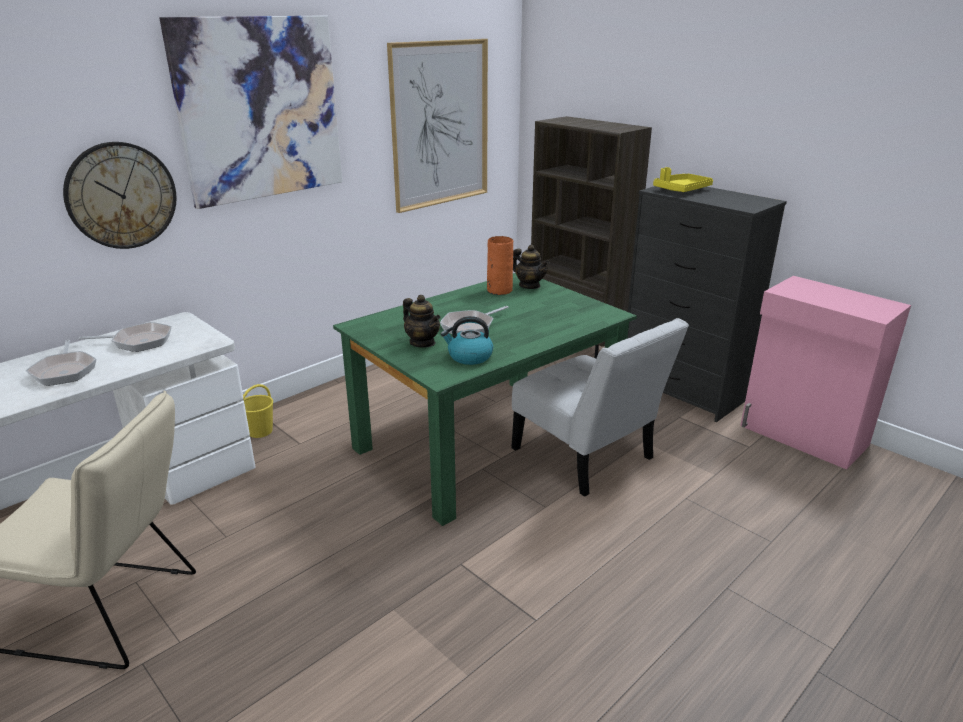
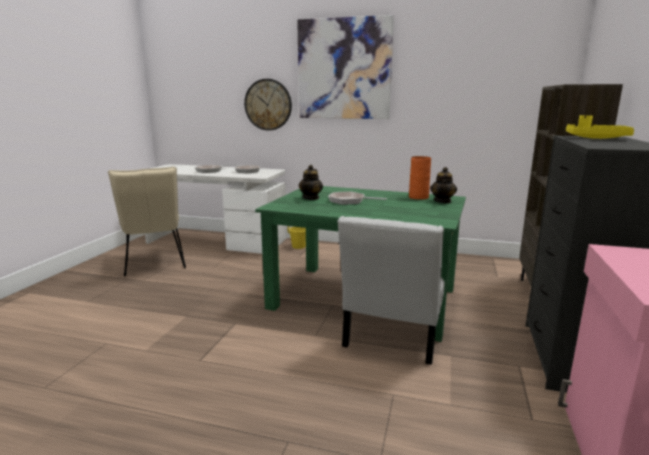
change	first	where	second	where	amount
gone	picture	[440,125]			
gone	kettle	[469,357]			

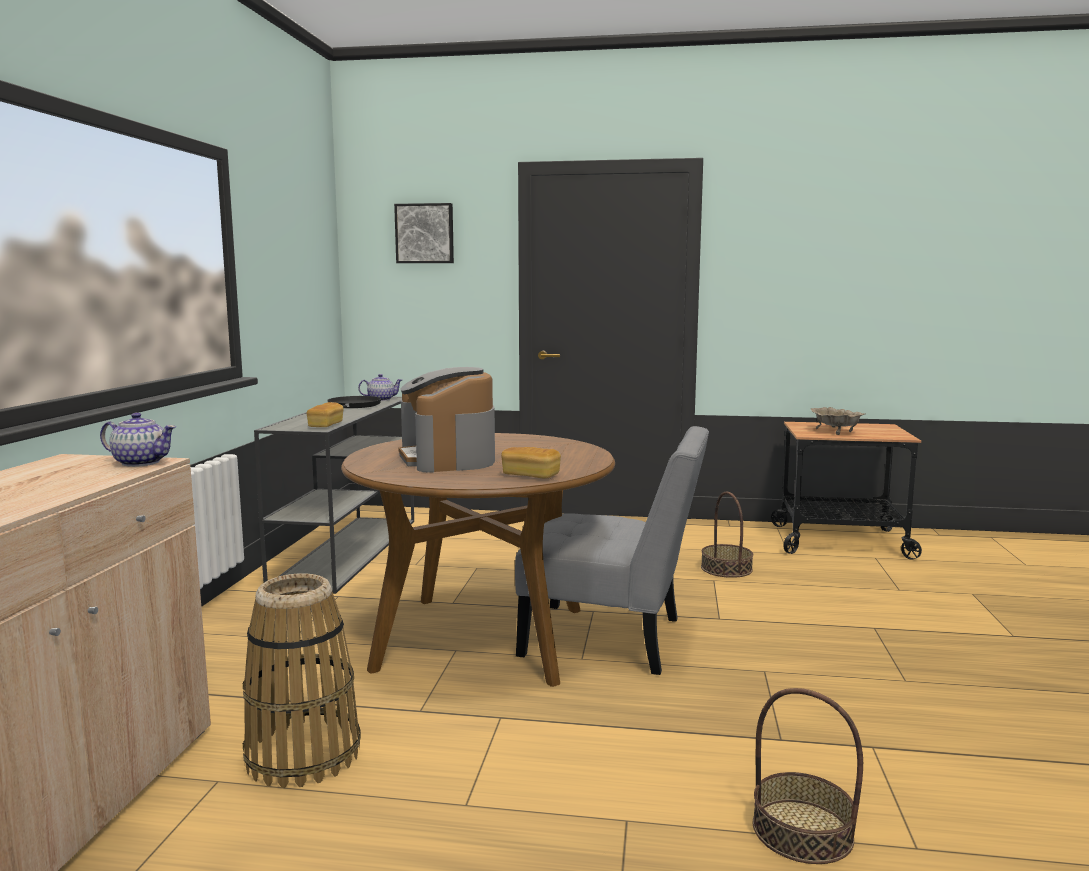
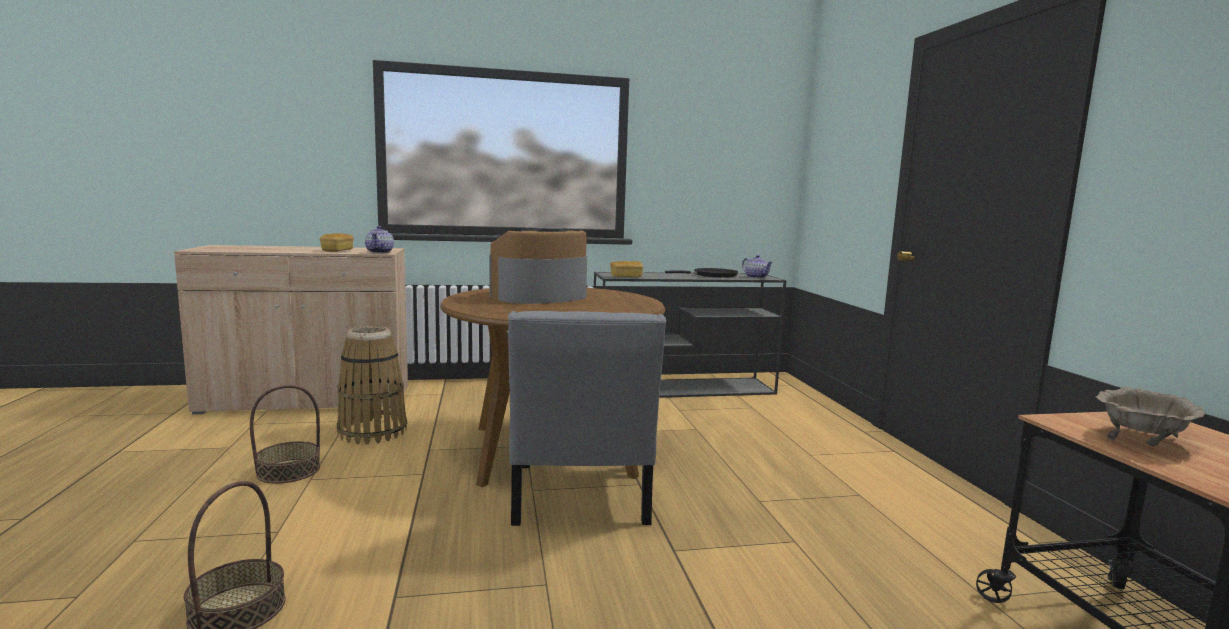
change	first	where	second	where	amount
gone	picture	[425,233]			
shifted	bread	[530,475]		[337,251]	
shifted	basket	[726,568]		[288,471]	

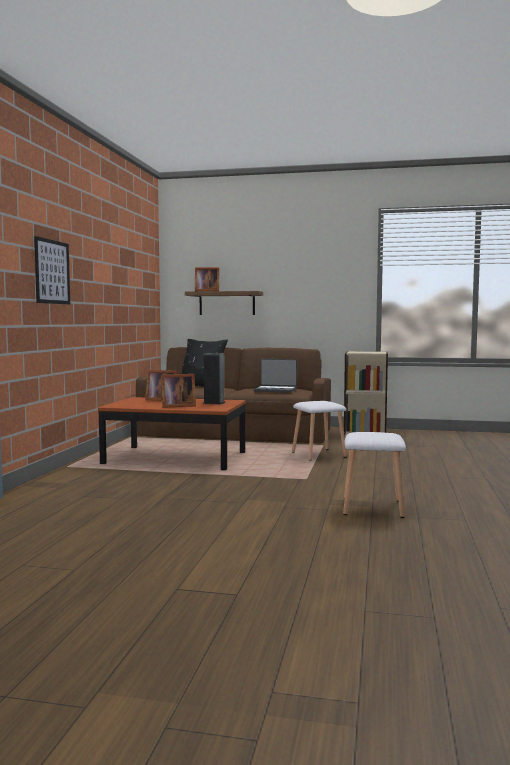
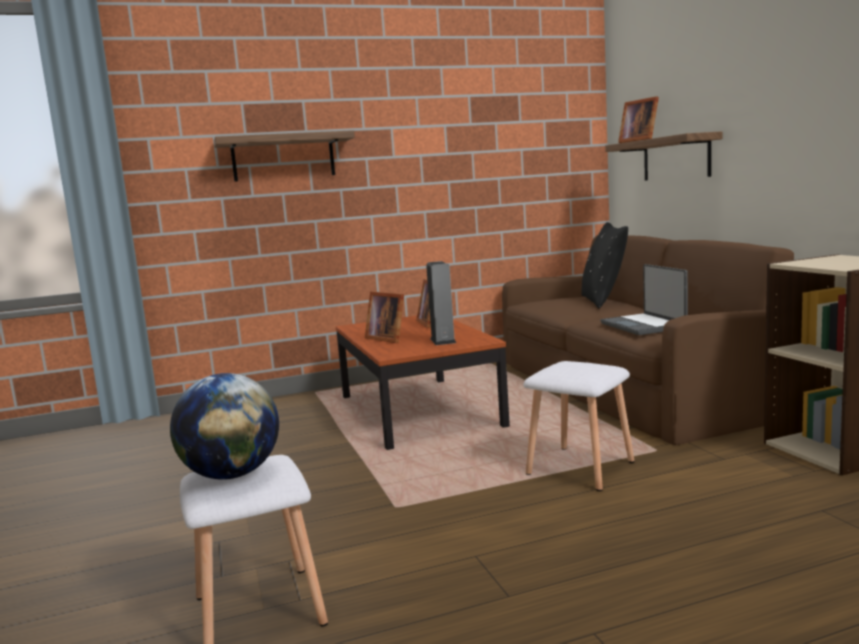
change	first	where	second	where	amount
new			globe	[232,475]	
swapped	picture	[52,272]	shelf	[283,157]	

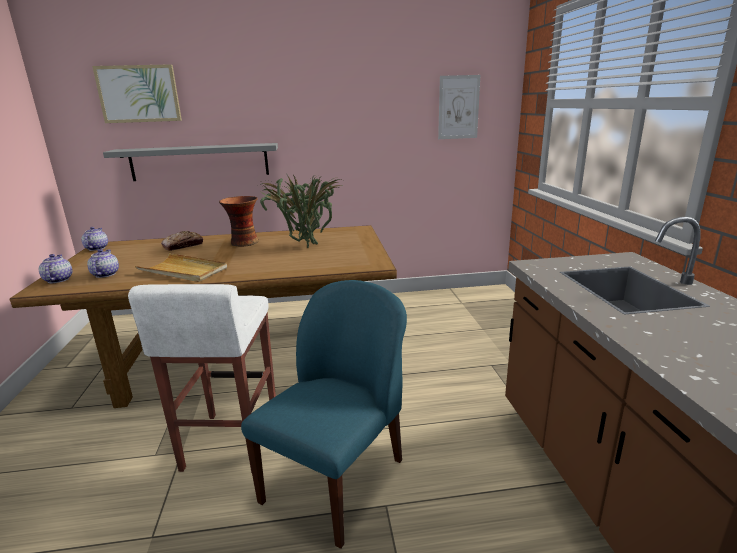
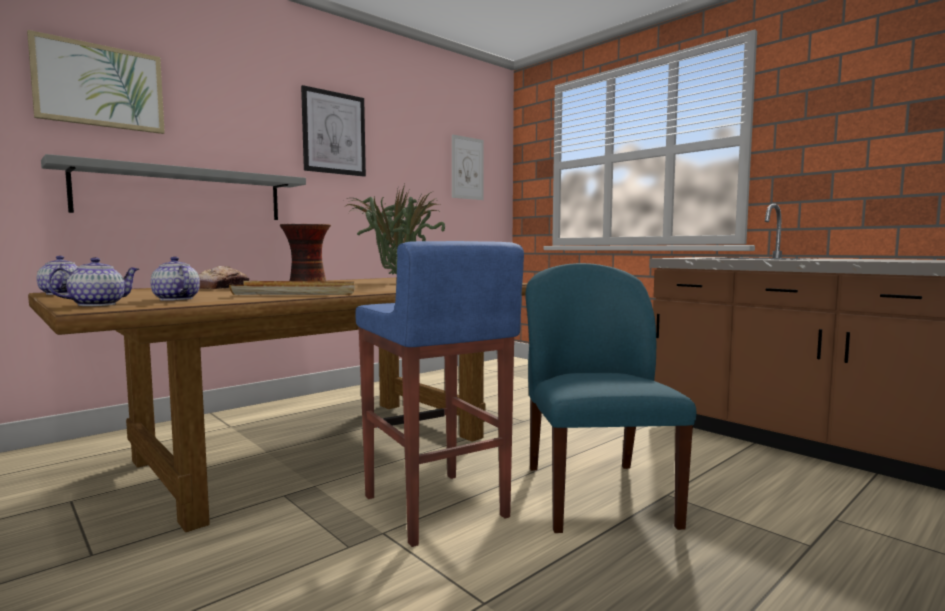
change	first	where	second	where	amount
new			picture	[334,133]	
repainted	white stool	[230,443]	blue stool	[434,507]	
rotated	teapot	[58,280]		[97,304]	90 degrees clockwise

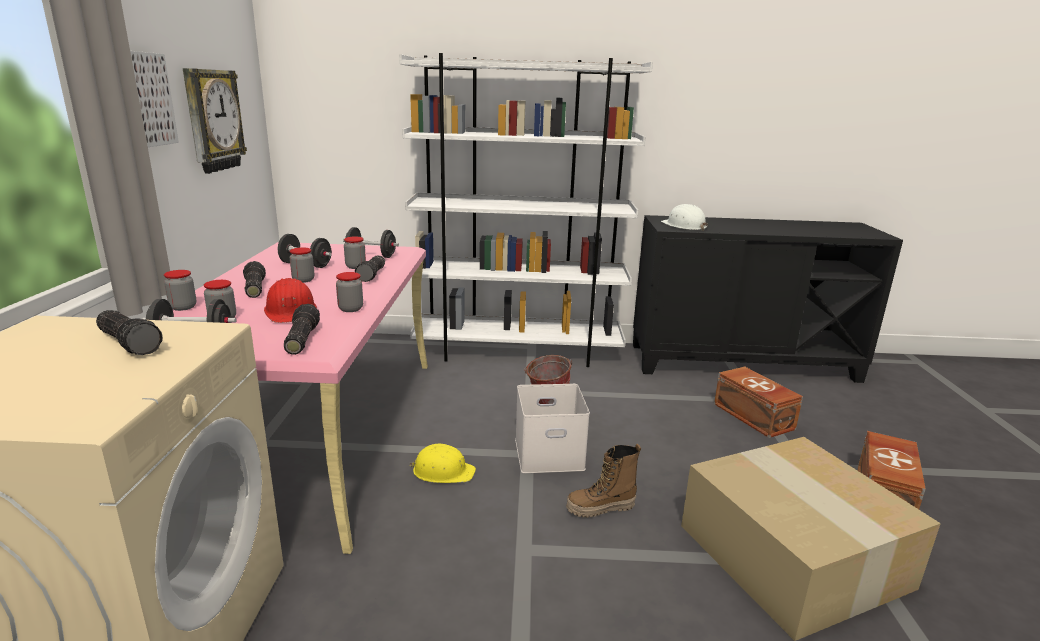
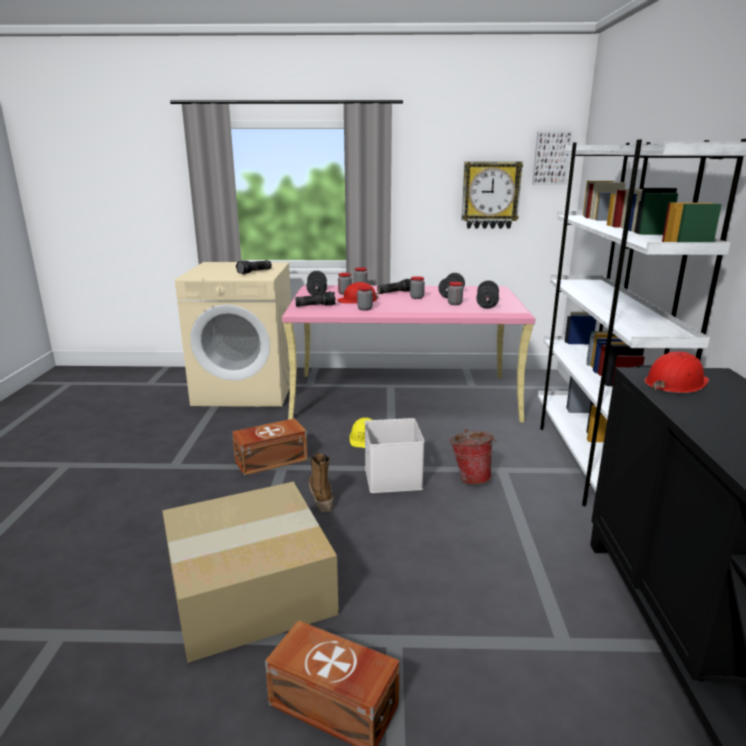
change	first	where	second	where	amount
gone	flashlight	[373,275]			
shifted	picture	[146,99]		[551,158]	
shifted	brown storage box	[753,417]		[270,460]	
repainted	white hard hat	[684,226]	red hard hat	[675,383]	

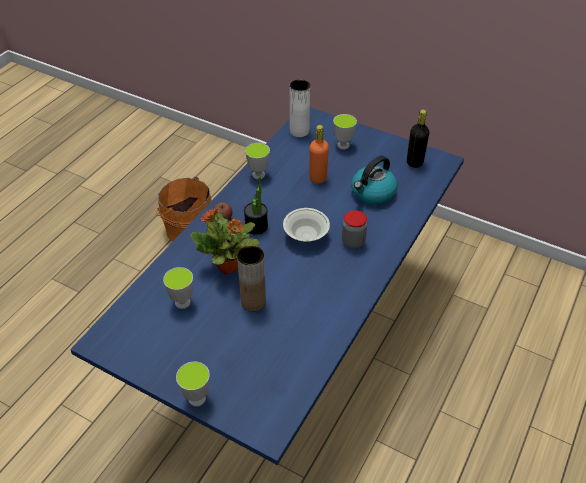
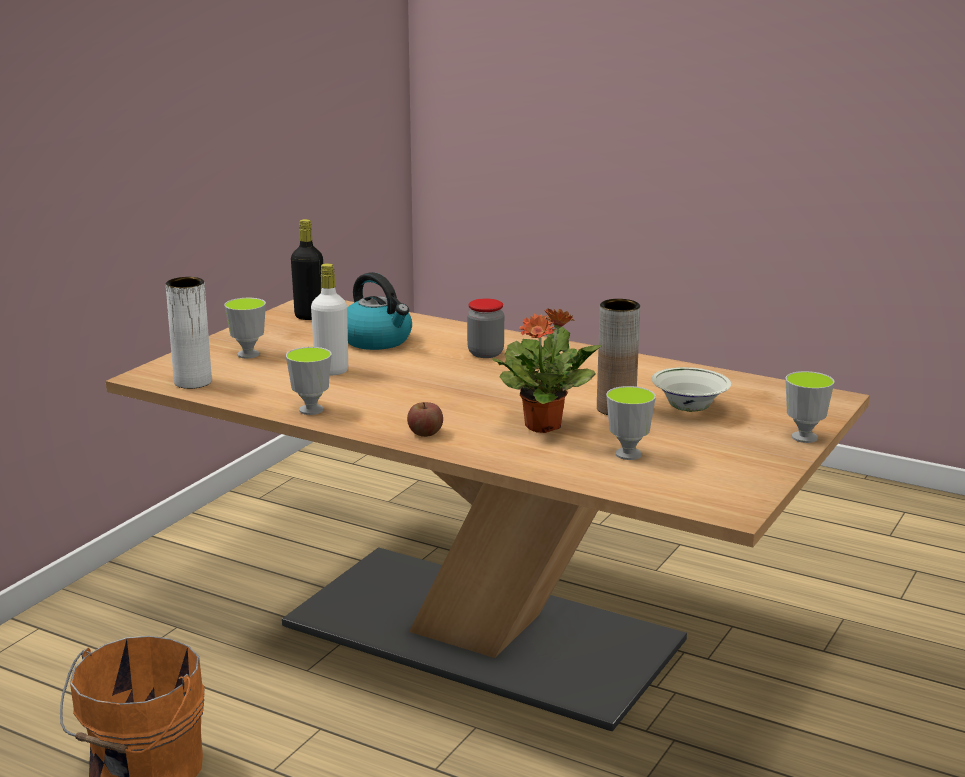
change	first	where	second	where	amount
gone	potted plant	[256,226]			
shifted	white bowl	[306,236]		[689,409]	
repainted	blue dining table	[293,343]	beige dining table	[482,635]	
repainted	orange bottle	[318,178]	white bottle	[331,371]	

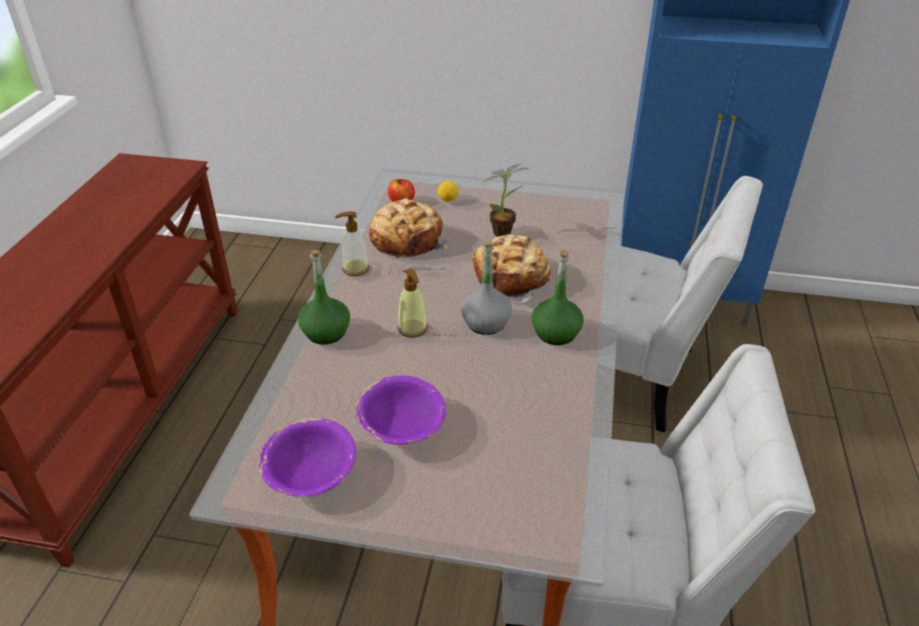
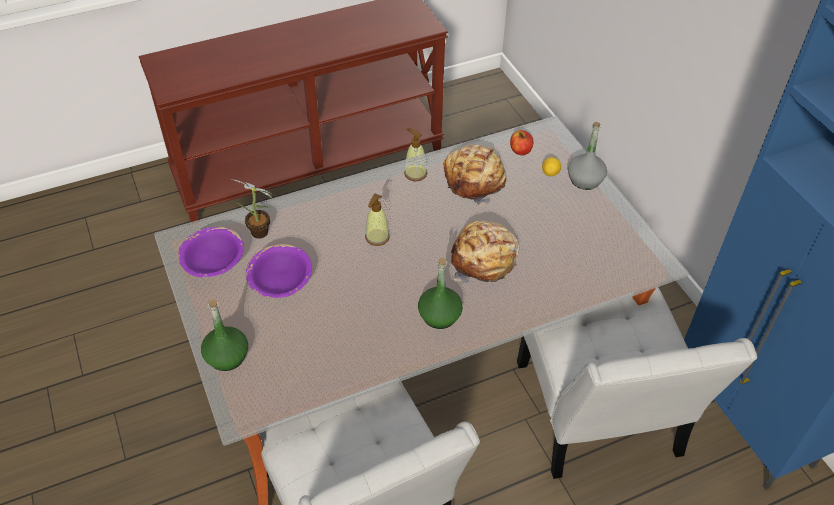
change	first	where	second	where	amount
shifted	green bottle	[326,332]		[227,357]	
shifted	grey bottle	[485,323]		[585,180]	
shifted	potted plant	[505,232]		[261,234]	

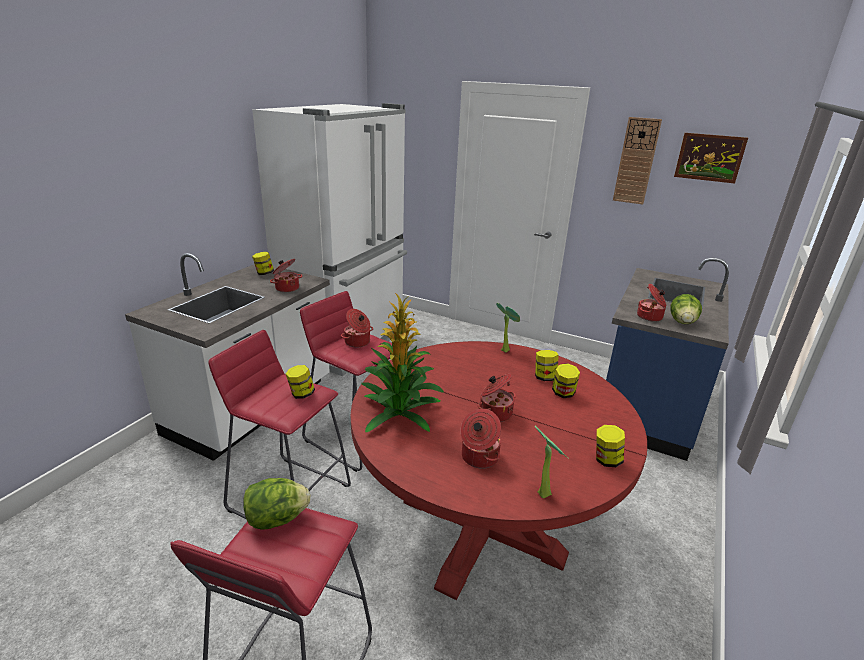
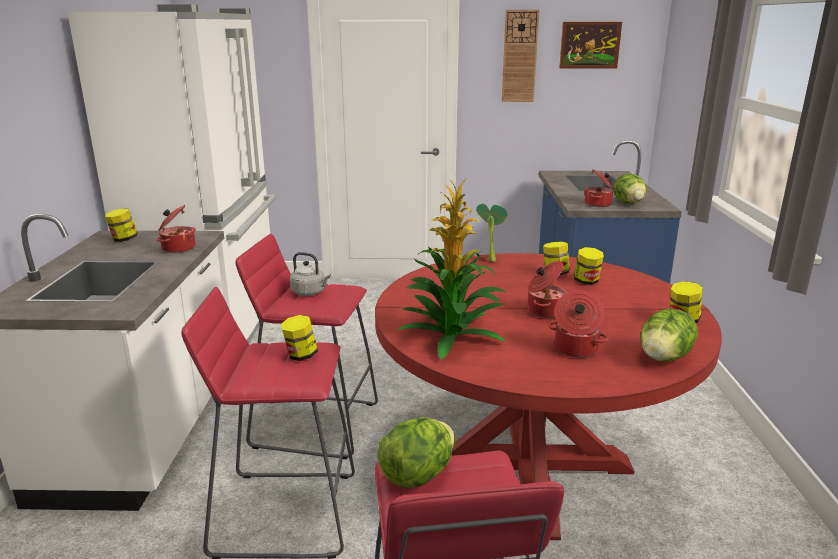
change	first	where	second	where	amount
swapped	cooking pot	[357,342]	grey kettle	[310,292]	
swapped	potted plant	[544,492]	lettuce	[664,358]	

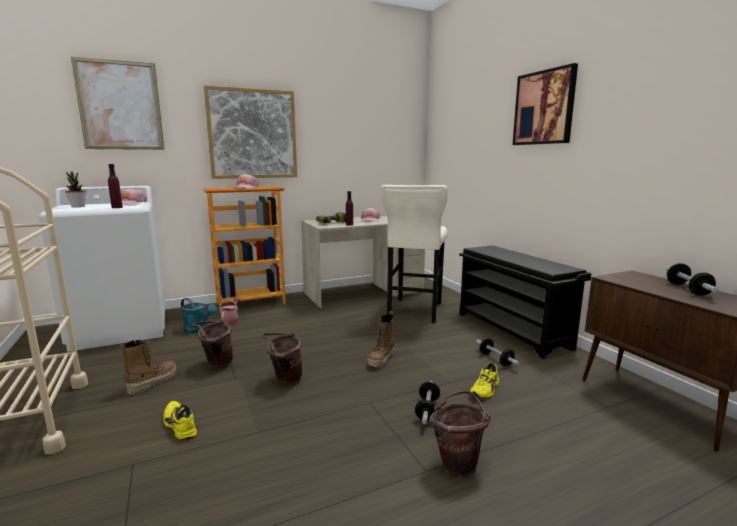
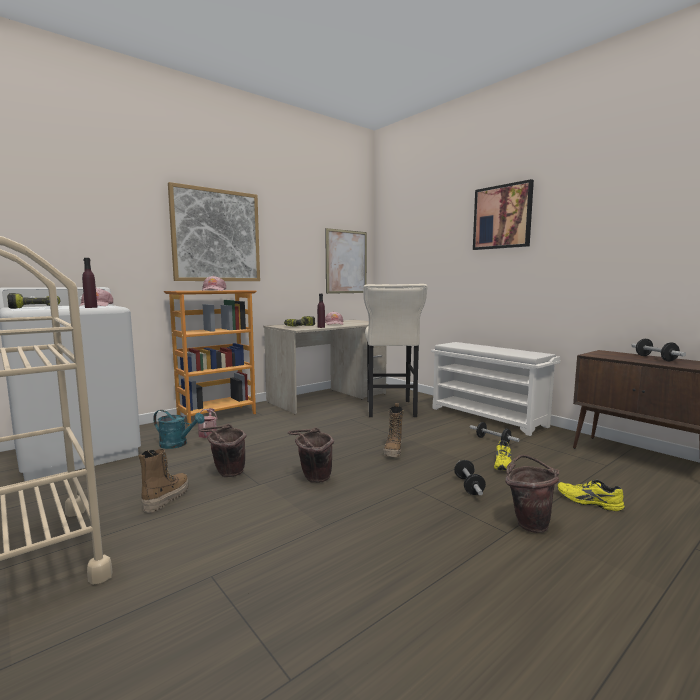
change	first	where	second	where	amount
shifted	picture	[120,105]		[346,262]	
shifted	yellow shoe	[178,425]		[588,502]	
swapped	potted plant	[78,206]	power drill	[36,307]	
repainted	black shoe rack	[513,330]	white shoe rack	[488,417]	

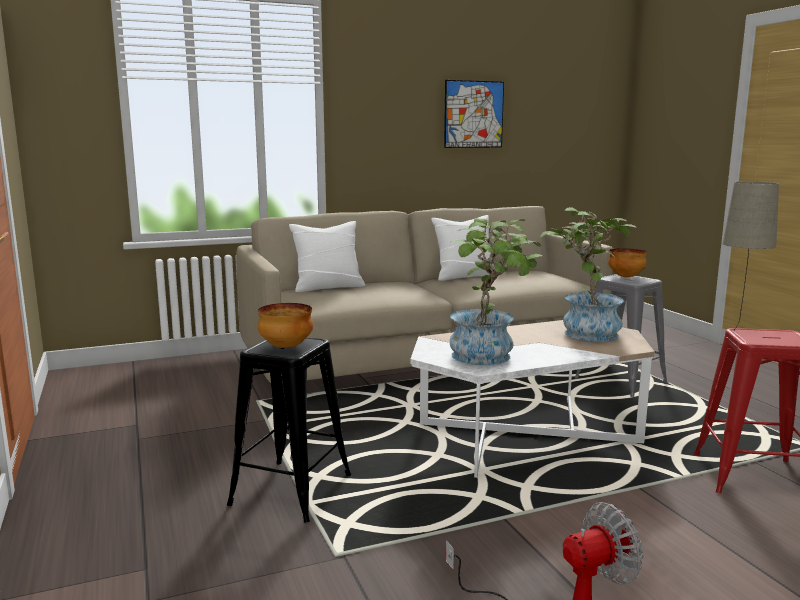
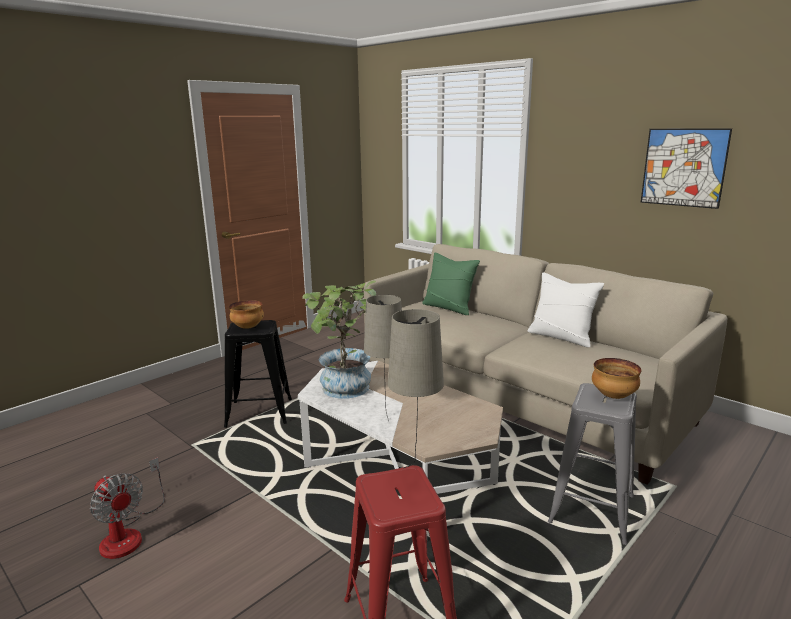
change	first	where	second	where	amount
gone	potted plant	[584,331]			
new			beige table lamp	[385,416]	
repainted	white pillow	[328,287]	green pillow	[449,307]	

